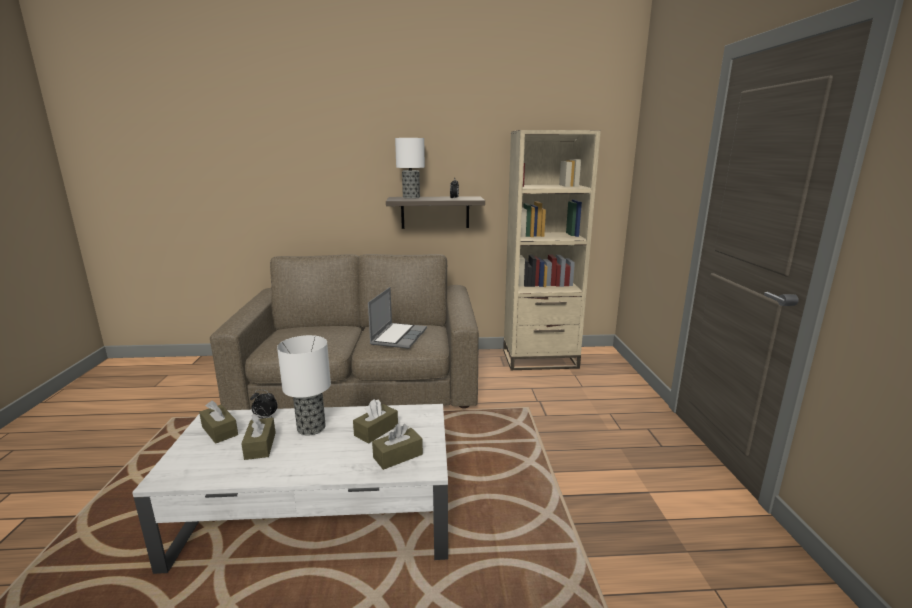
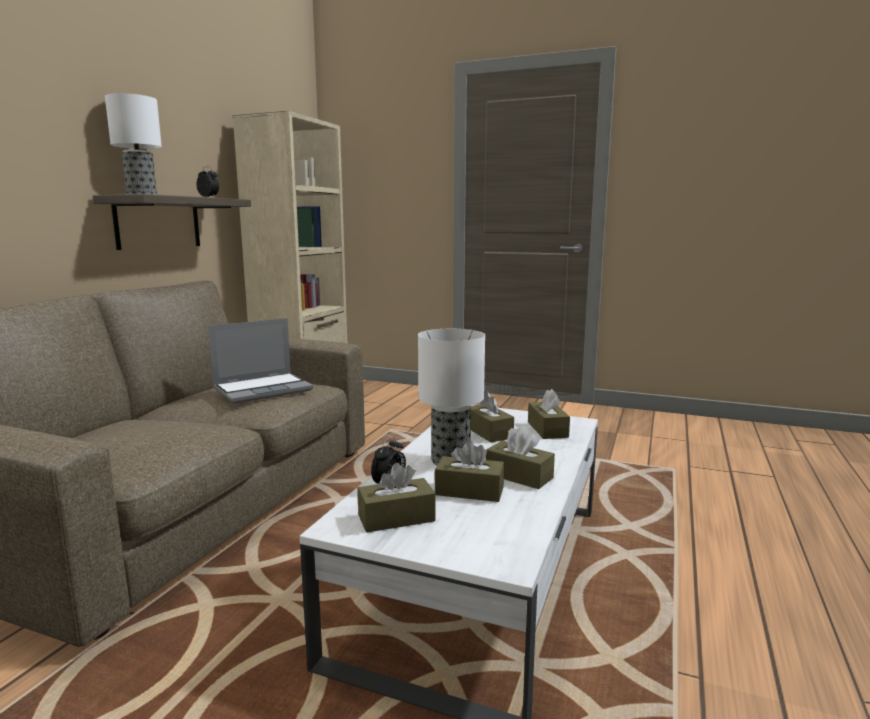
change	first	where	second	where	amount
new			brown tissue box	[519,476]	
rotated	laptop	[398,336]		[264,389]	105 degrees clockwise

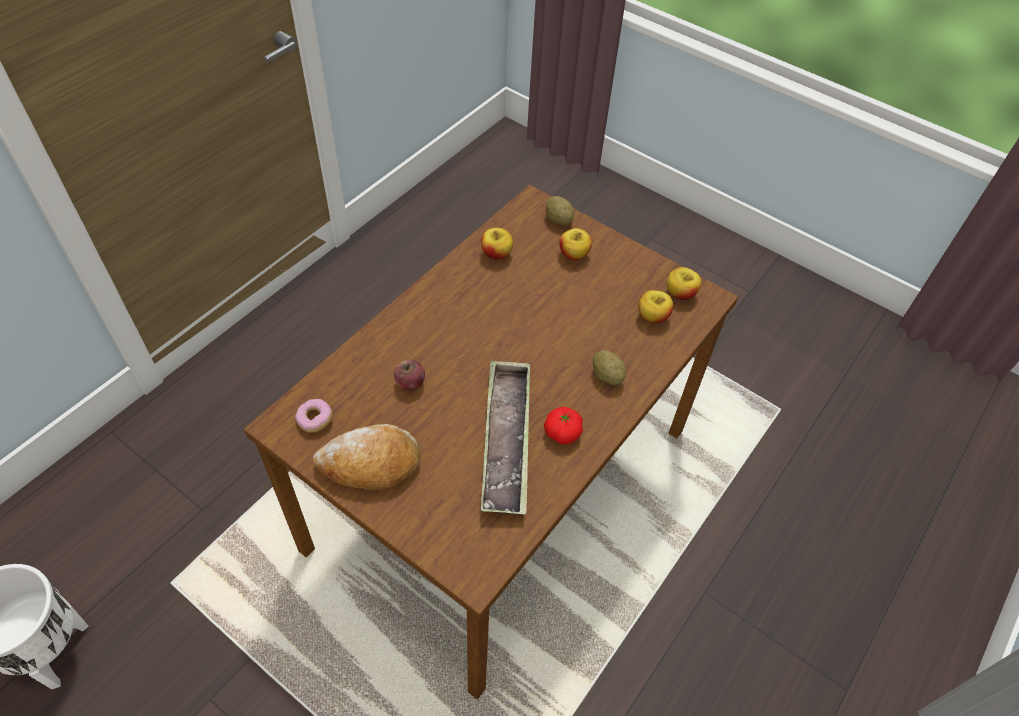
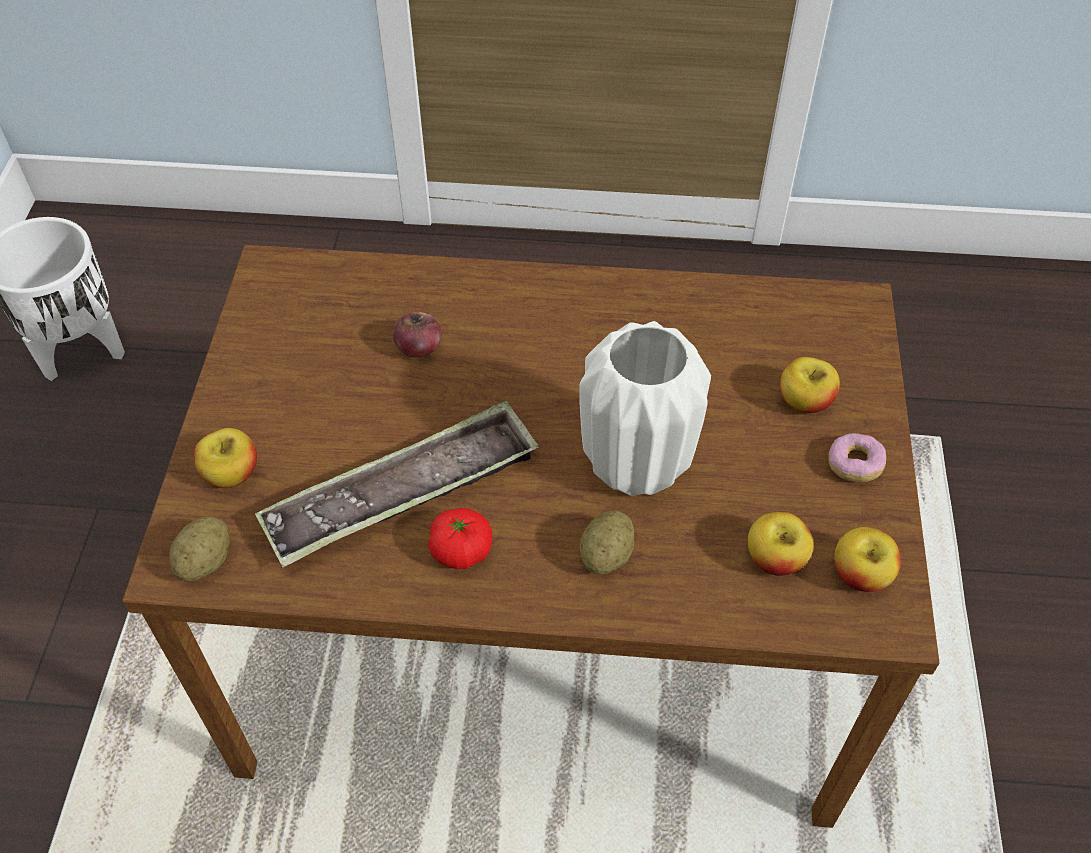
change	first	where	second	where	amount
gone	bread	[370,464]			
new			white vase	[637,466]	
shifted	donut	[315,420]		[854,465]	
shifted	apple	[496,253]		[231,474]	
shifted	potato	[558,220]		[205,561]	

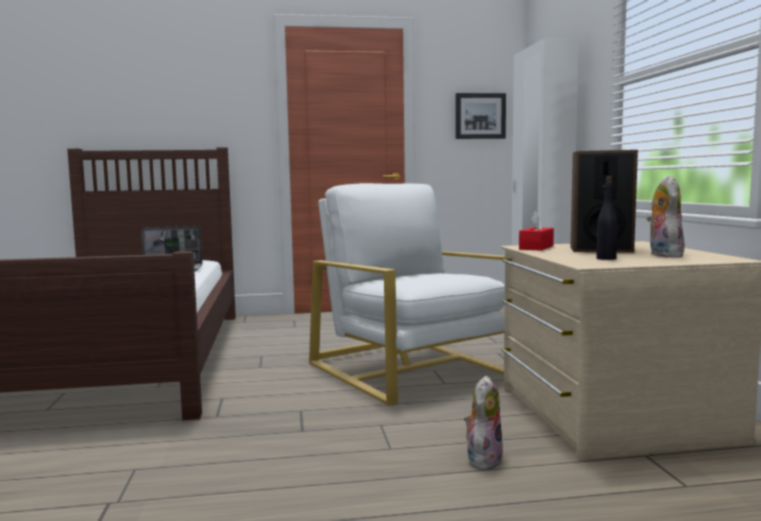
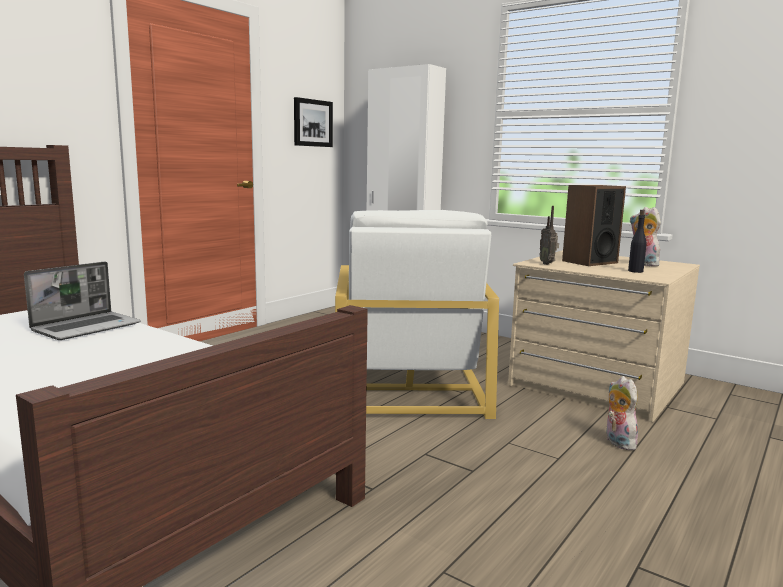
change	first	where	second	where	amount
swapped	red tissue box	[536,247]	radio	[548,264]	
rotated	white armchair	[409,369]		[409,387]	105 degrees counterclockwise

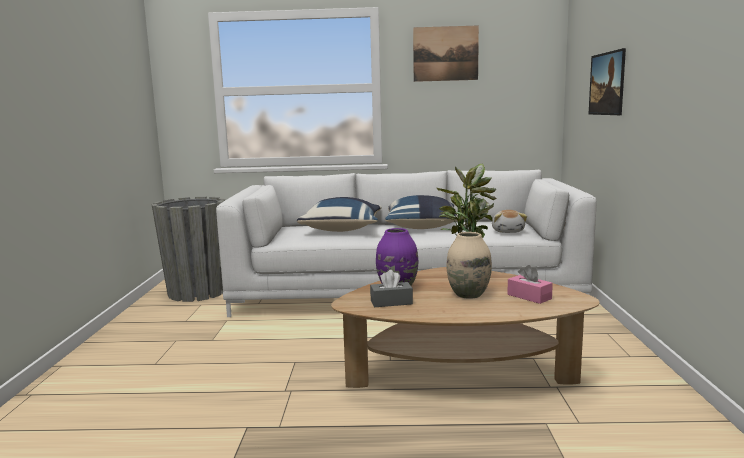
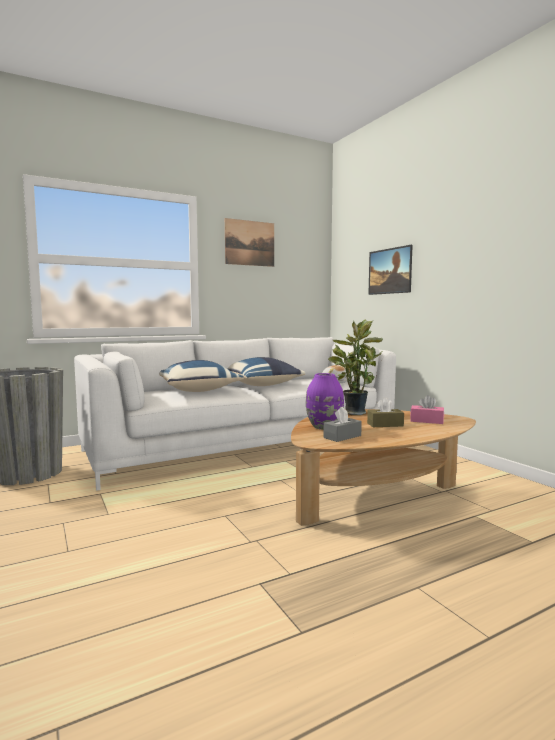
change	first	where	second	where	amount
swapped	beige vase	[468,294]	brown tissue box	[385,424]	

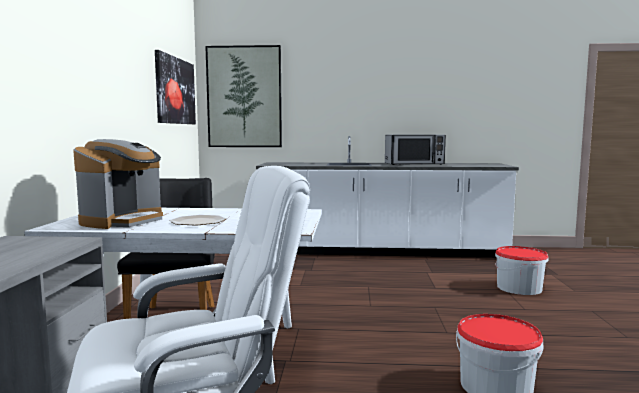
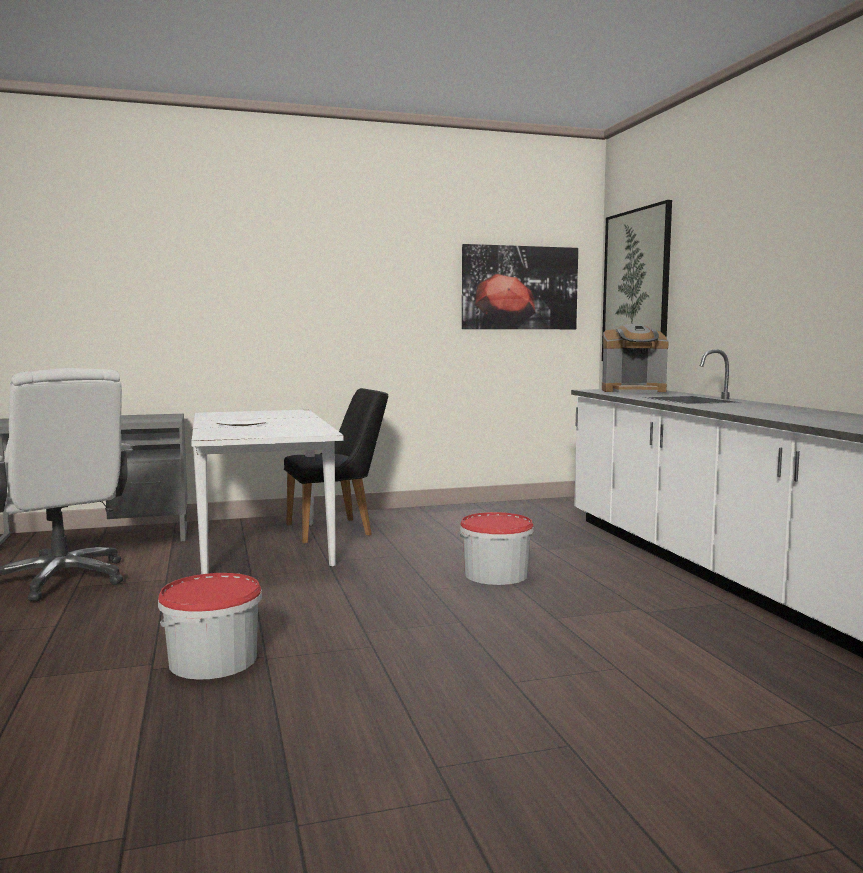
change	first	where	second	where	amount
gone	microwave	[414,164]			
shifted	coffee machine	[123,221]		[633,391]	
shifted	bucket	[519,288]		[496,574]	

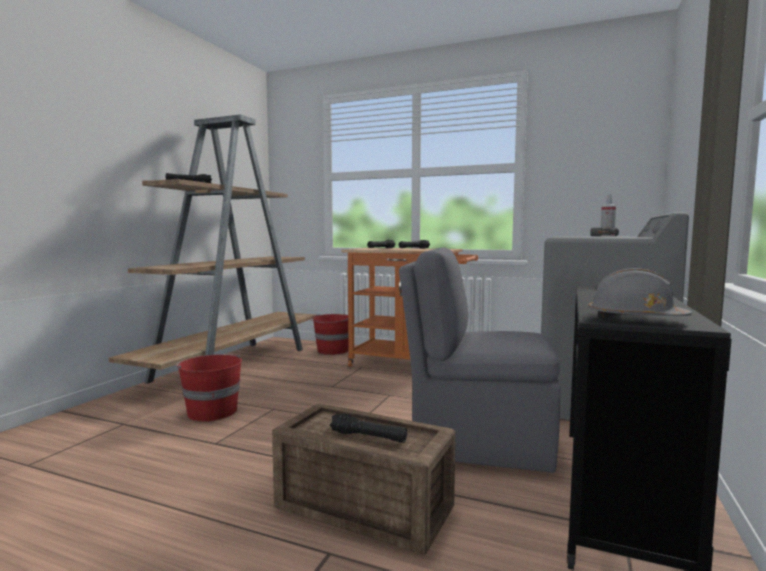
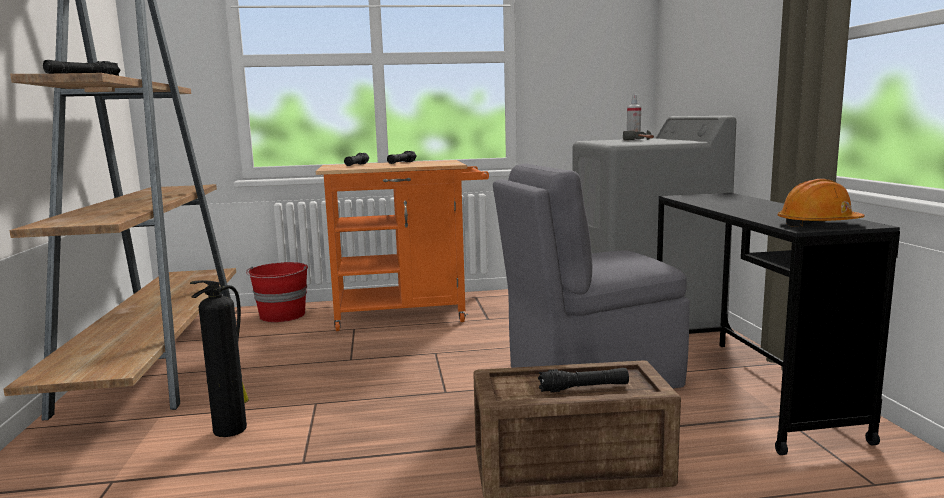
change	first	where	second	where	amount
swapped	red bucket	[211,411]	fire extinguisher	[231,428]	
repainted	grey hard hat	[635,319]	orange hard hat	[818,224]	

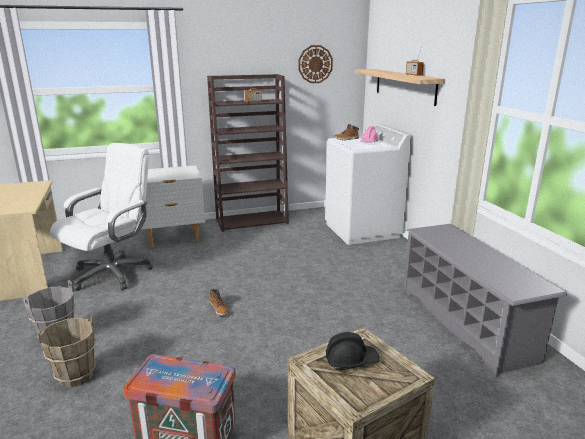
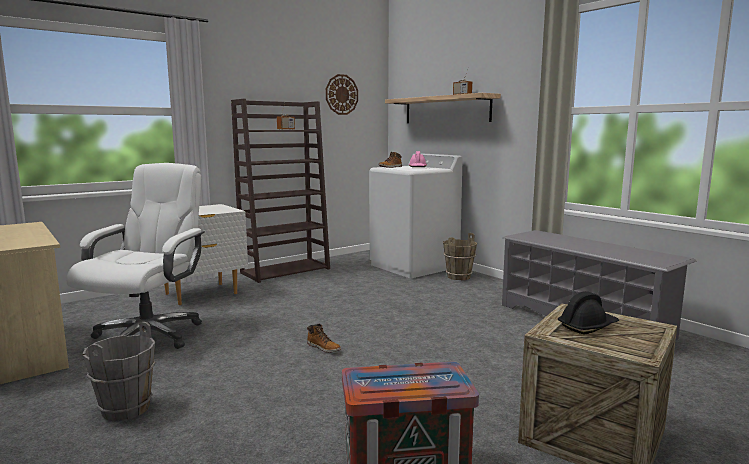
change	first	where	second	where	amount
shifted	brown bucket	[76,375]		[458,277]	

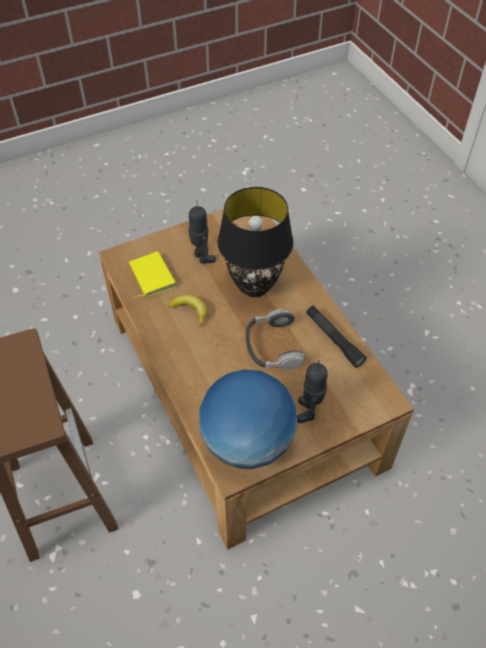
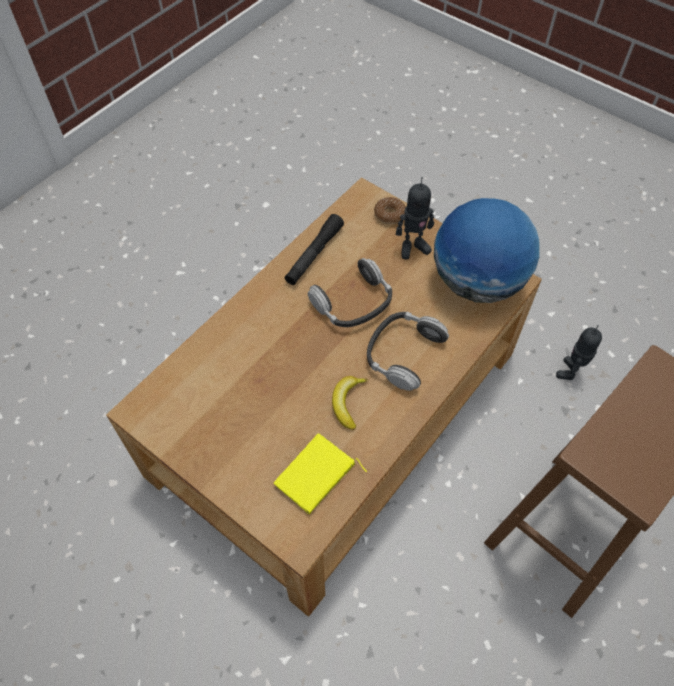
change	first	where	second	where	amount
gone	black table lamp	[254,287]			
new			headphones	[403,353]	
new			donut	[389,214]	
shifted	toy robot	[201,257]		[570,372]	

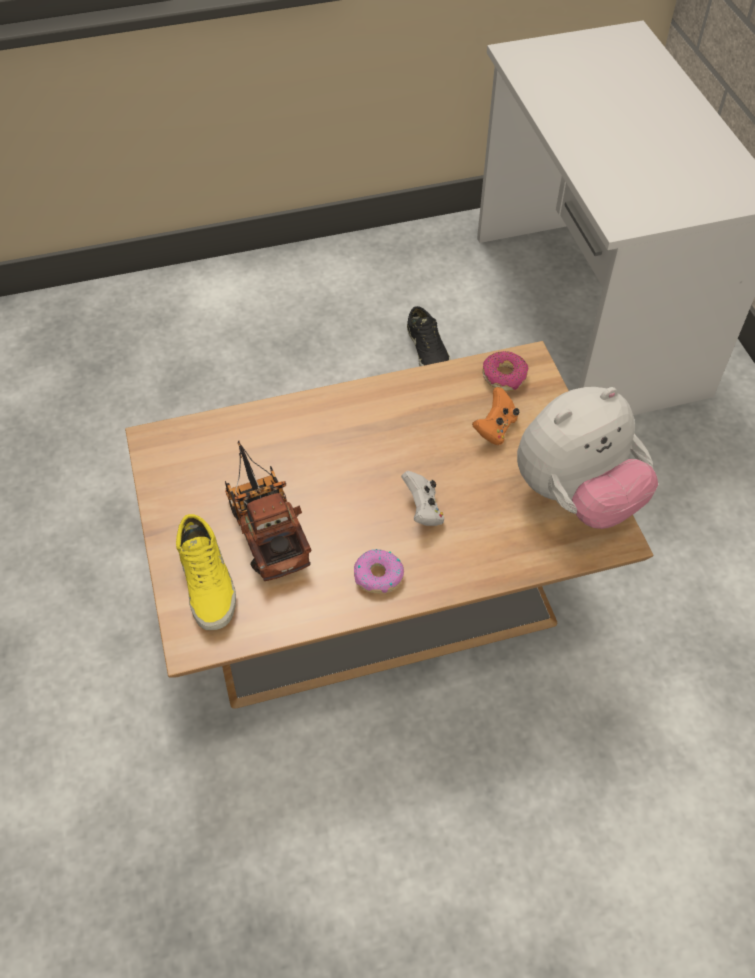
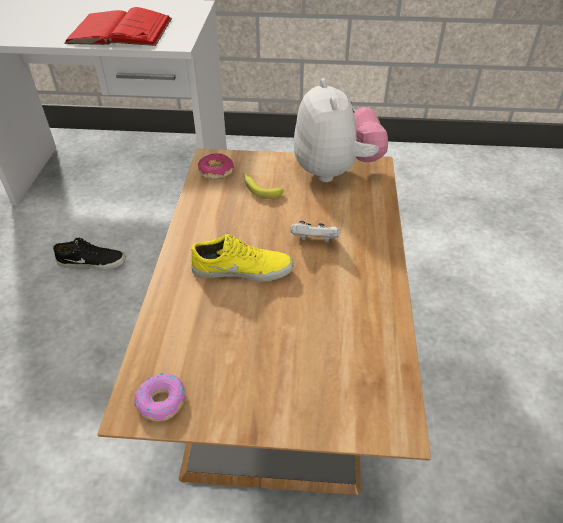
change	first	where	second	where	amount
gone	toy truck	[265,525]			
new			red book	[120,31]	
shifted	yellow shoe	[209,580]		[242,268]	
shifted	donut	[378,576]		[162,401]	
swapped	orange game controller	[495,428]	banana	[259,188]	

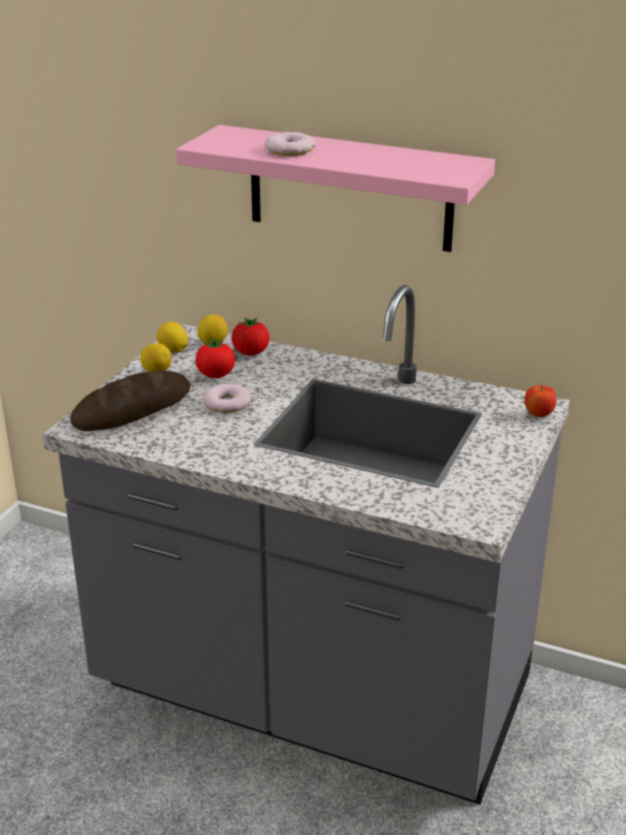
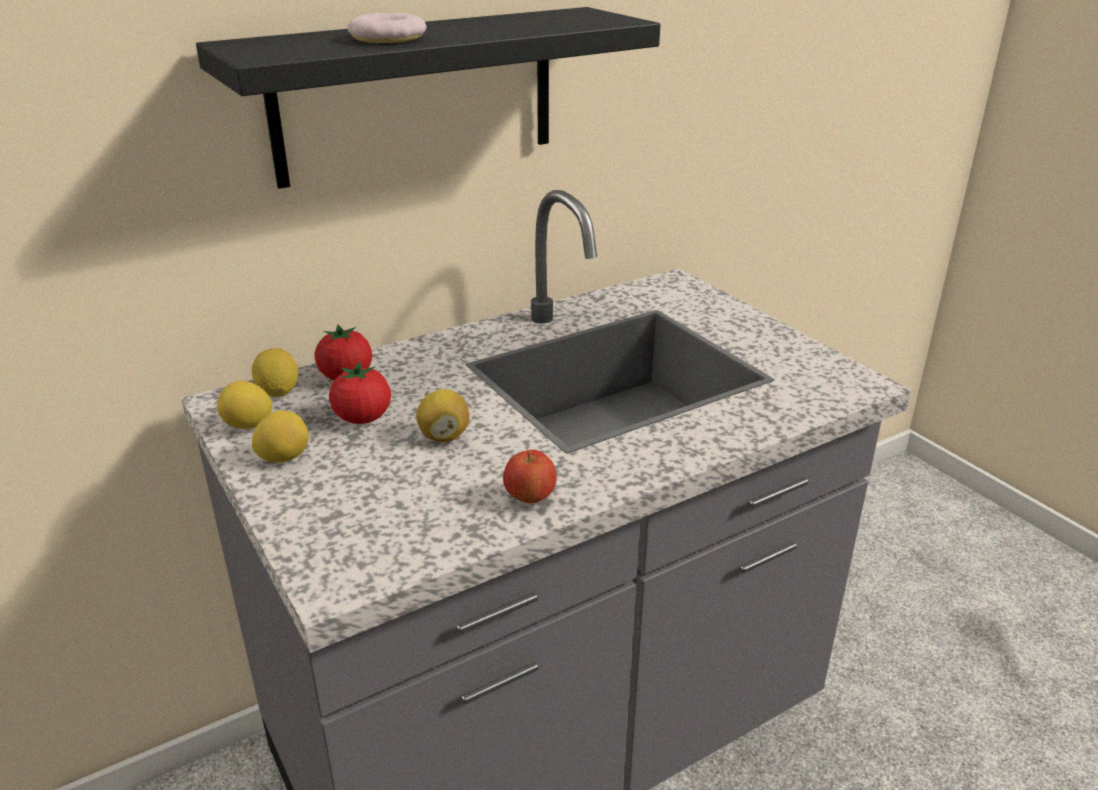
change	first	where	second	where	amount
gone	bread	[132,409]			
shifted	apple	[538,415]		[530,498]	
swapped	donut	[227,403]	lemon	[444,436]	
repainted	pink shelf	[350,188]	black shelf	[416,95]	

